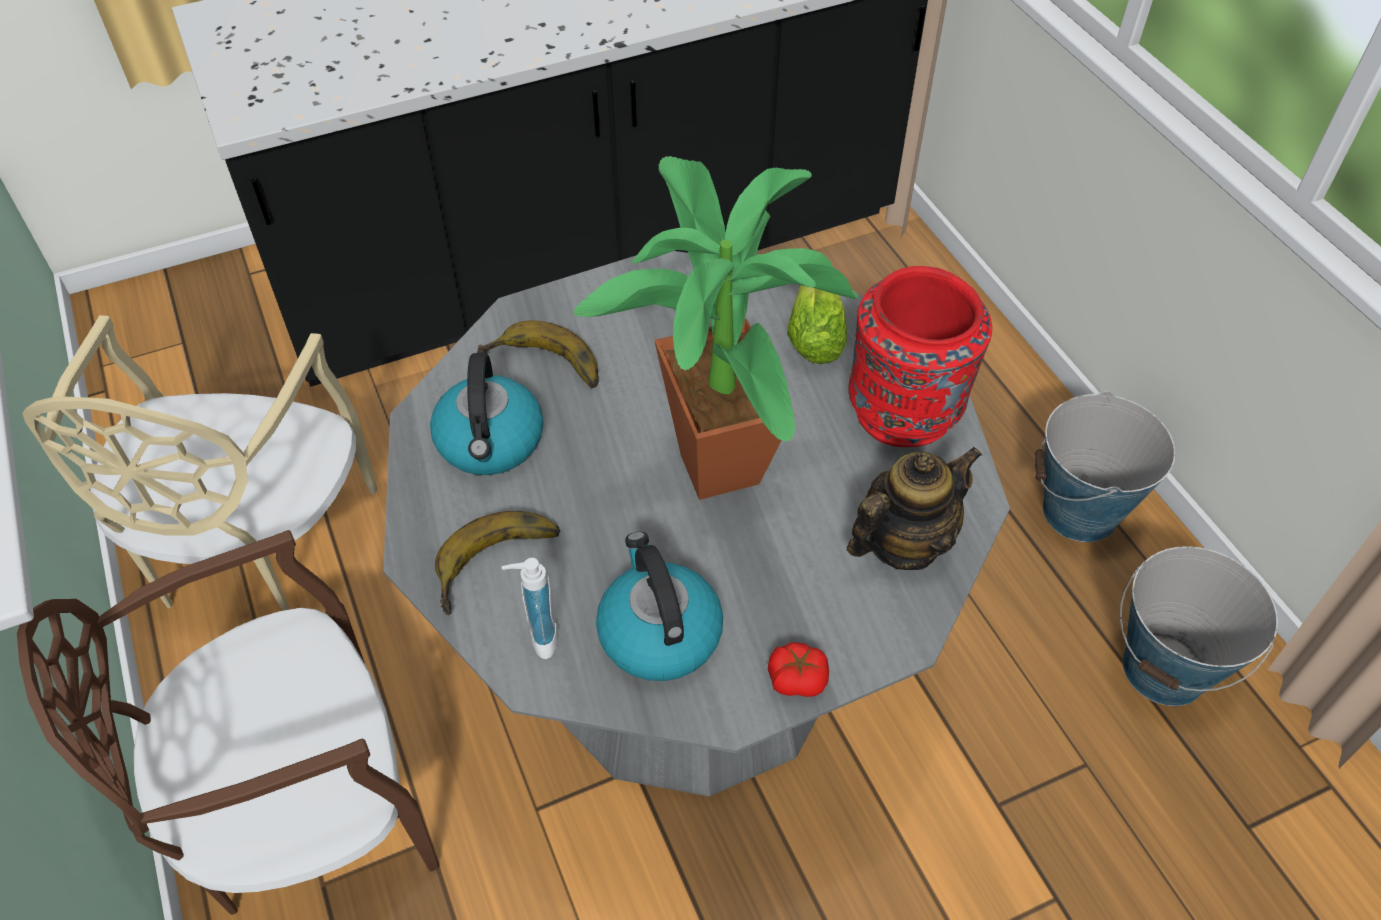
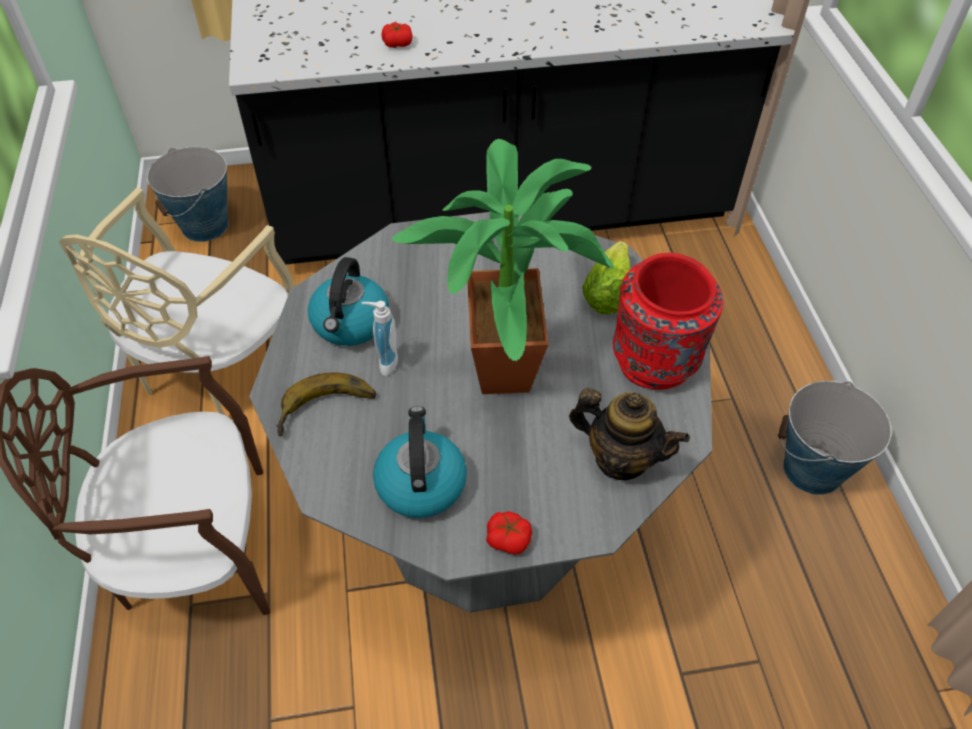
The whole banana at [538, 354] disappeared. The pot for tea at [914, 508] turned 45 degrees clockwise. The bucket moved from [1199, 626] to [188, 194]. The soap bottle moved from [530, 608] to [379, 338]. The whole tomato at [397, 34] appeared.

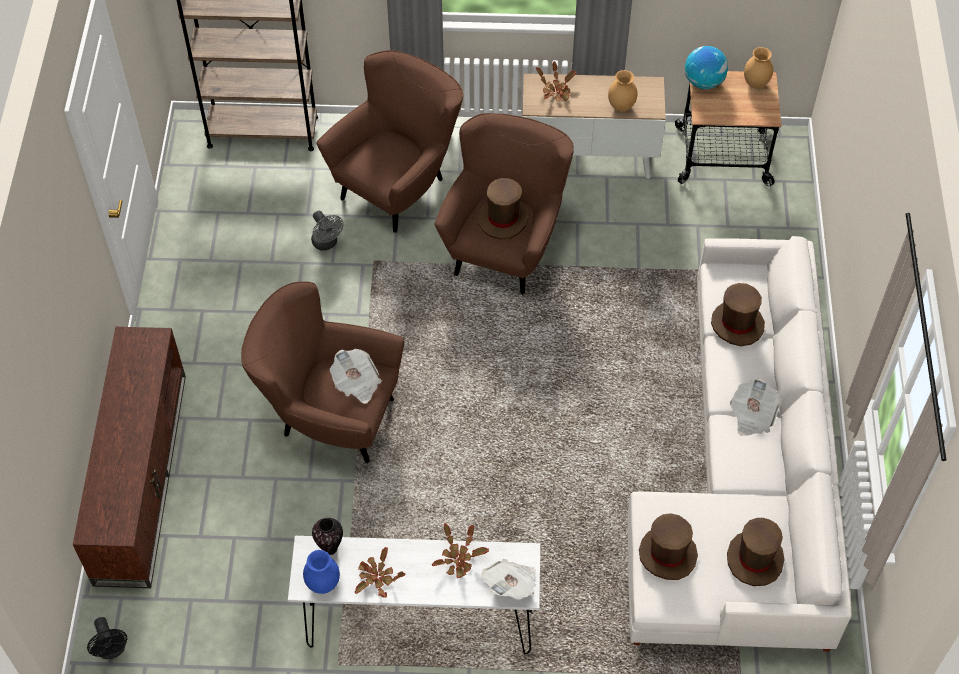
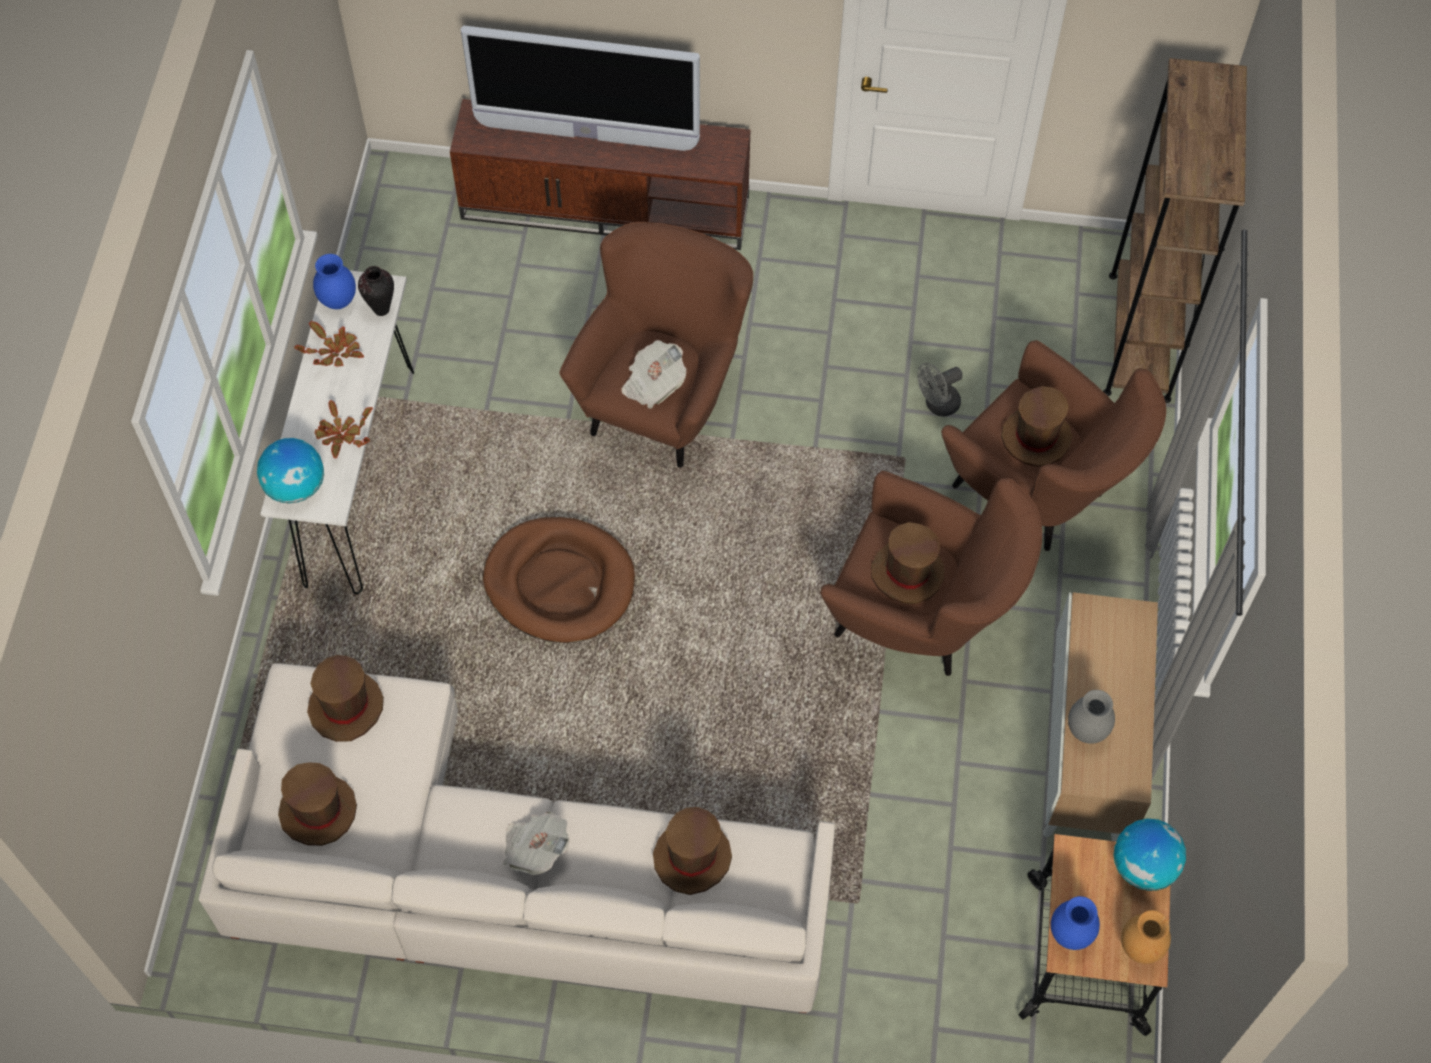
The potted plant at [556, 81] disappeared. The decorative vase in brown at [623, 91] became the decorative vase in grey at [1091, 717]. The newspaper at [509, 579] was replaced by the globe at [290, 470]. The electric fan in black at [107, 638] disappeared. The TV set at [580, 88] appeared. The wearable hat in brown at [1036, 426] appeared. The pet bed in brown at [559, 580] appeared. The decorative vase in blue-coloured at [1075, 923] appeared.

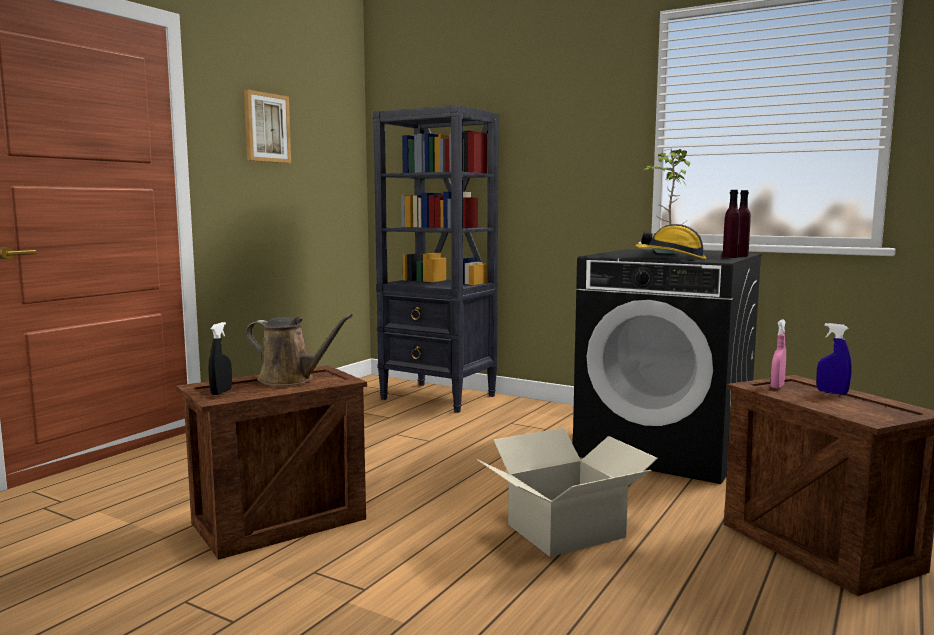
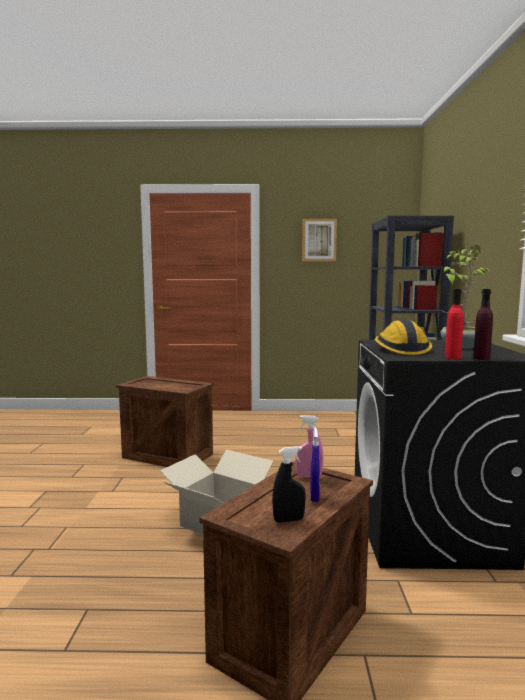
The beverage bottle in purplish at [731, 224] became the beverage bottle in red-coloured at [454, 324]. The watering pot in brown at [299, 350] disappeared. The spray bottle in black moved from [220, 358] to [289, 484].

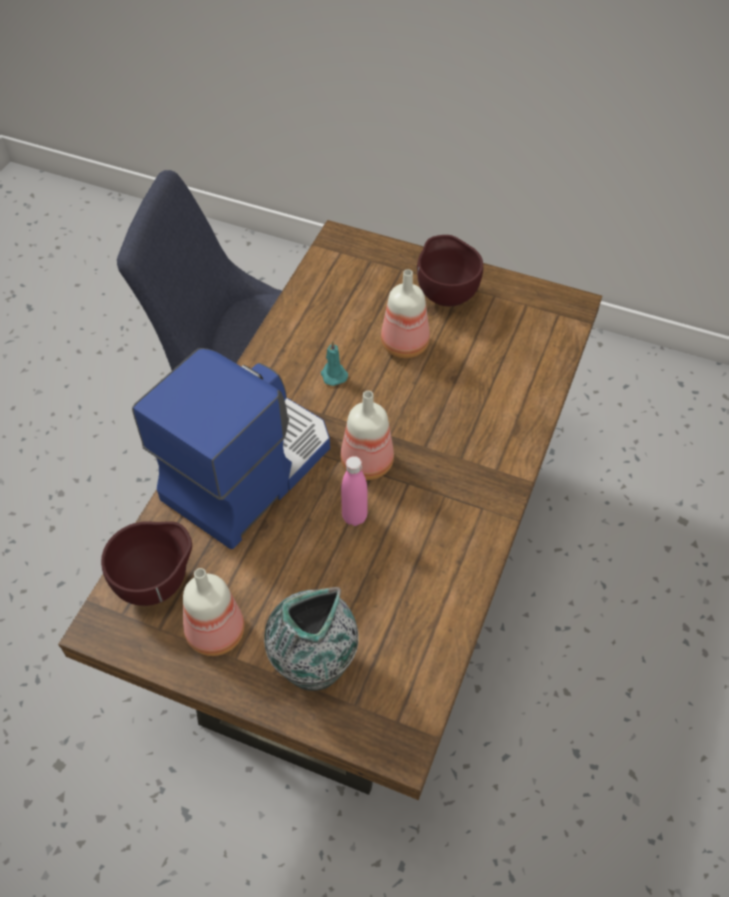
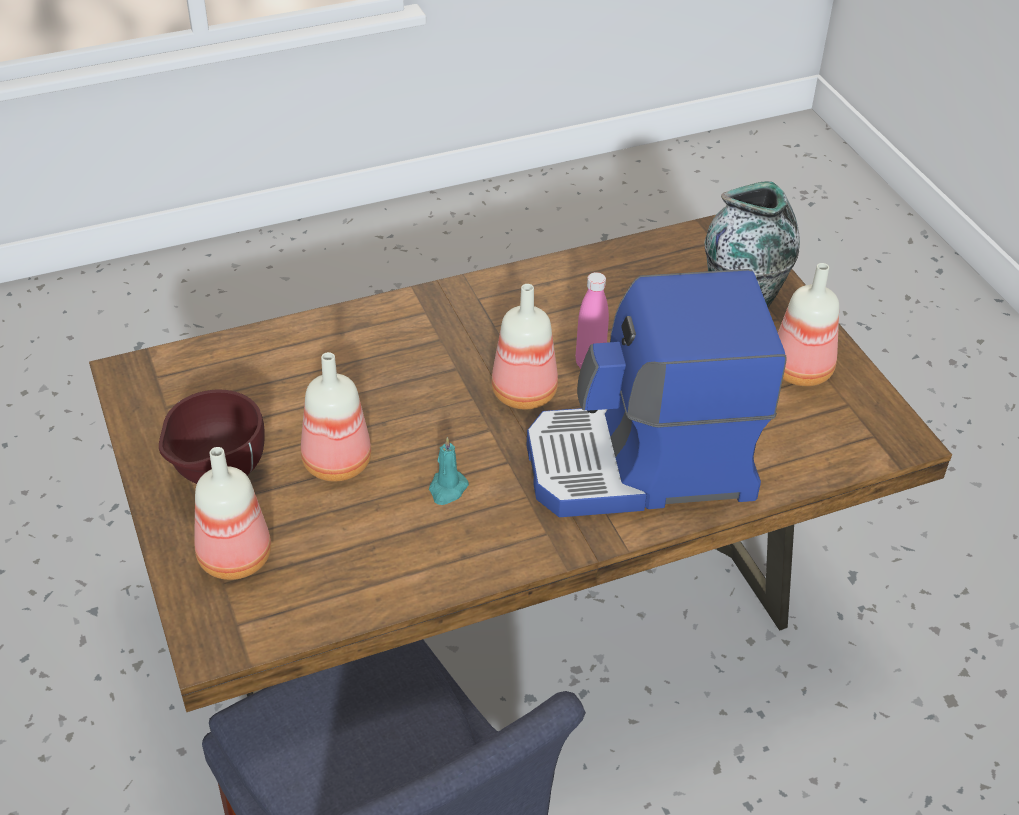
The deep dish in brown at [146, 563] disappeared. The beverage bottle at [232, 513] appeared.

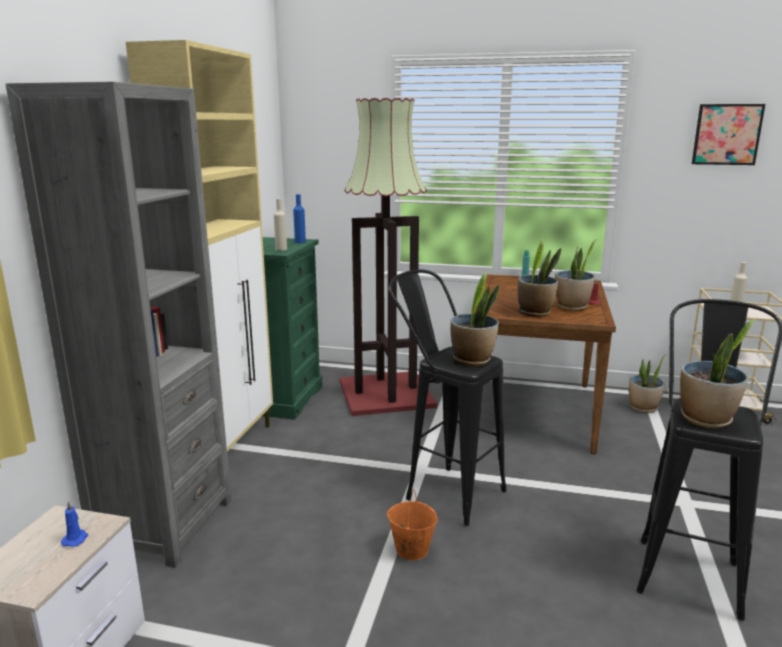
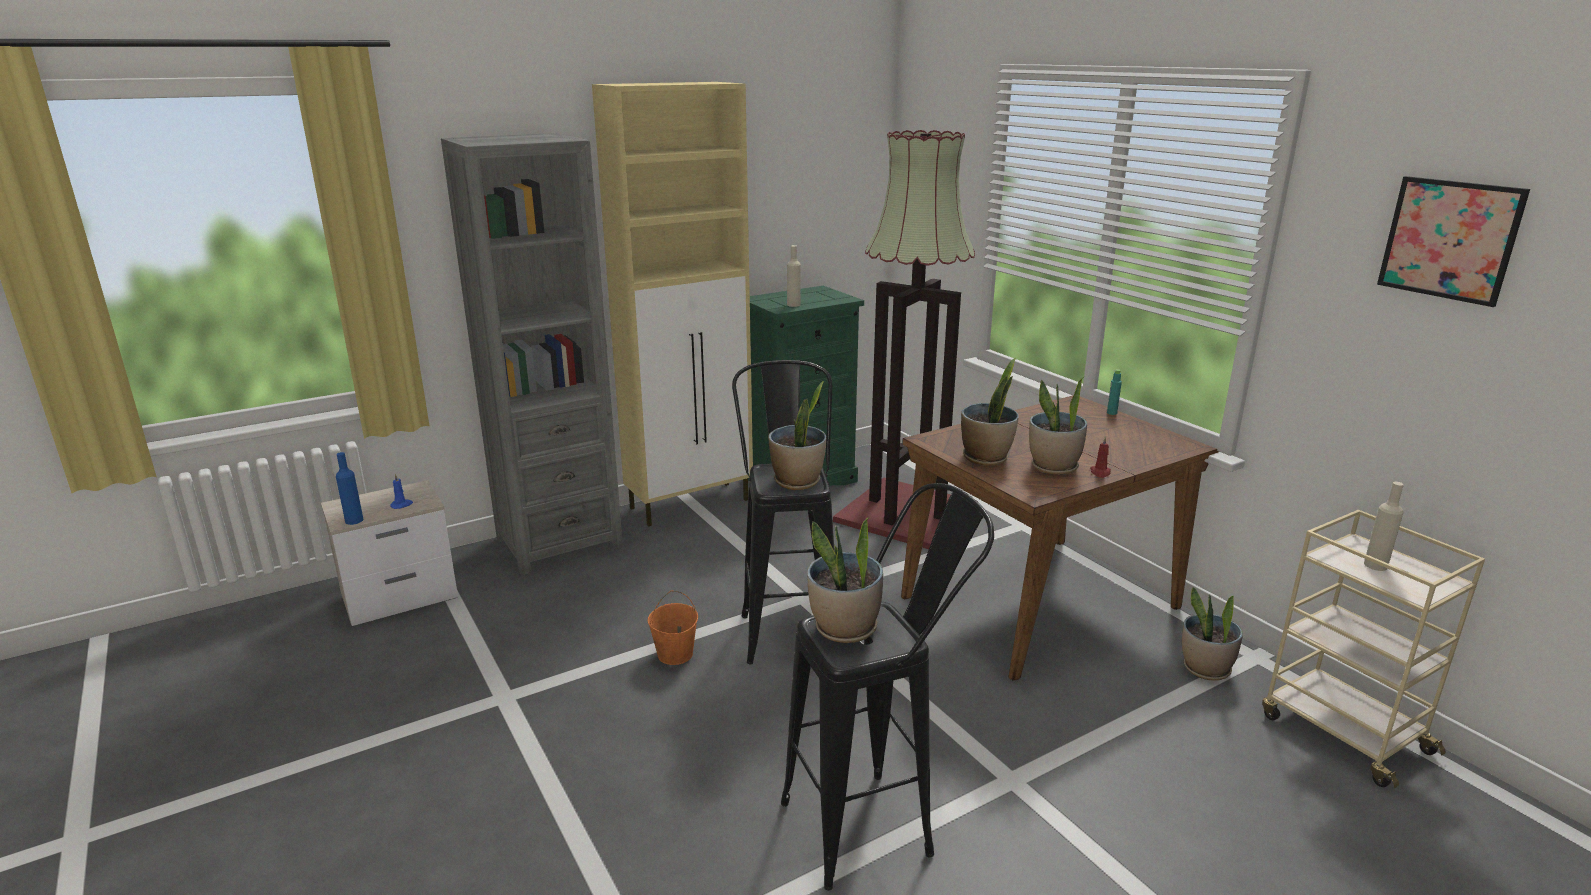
The beverage bottle in blue-coloured moved from [299, 218] to [349, 488].

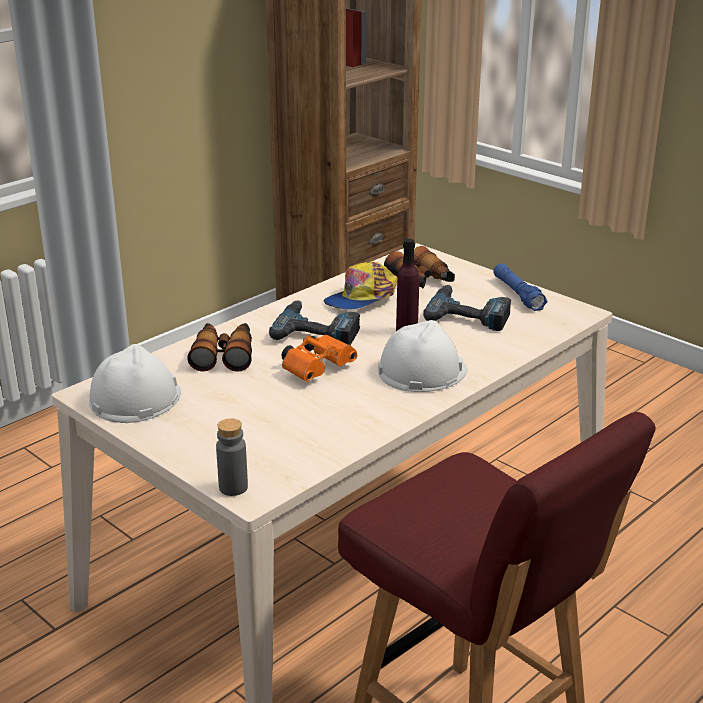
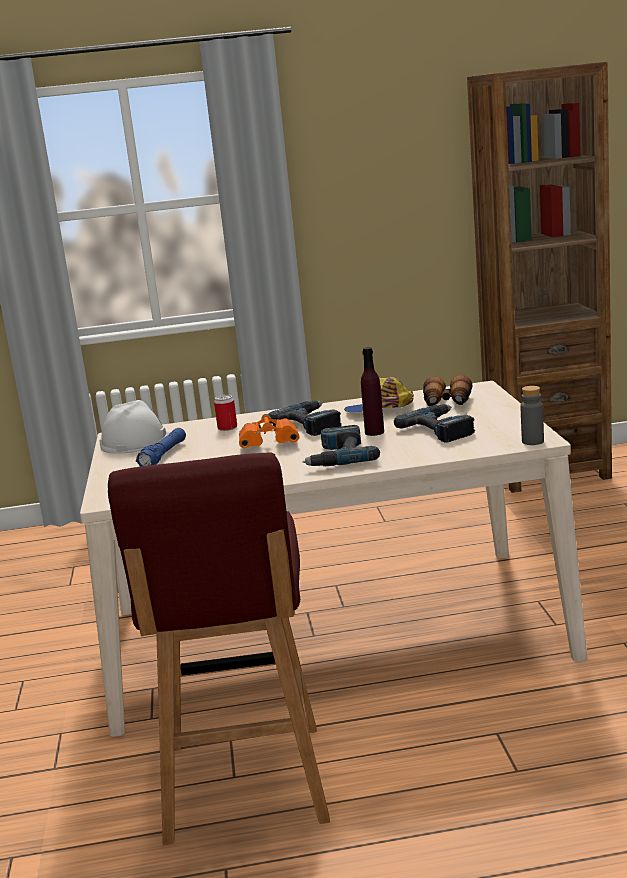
The flashlight in blue-coloured moved from [520, 287] to [161, 447]. The hard hat in whitish at [422, 356] was replaced by the power drill at [341, 445]. The pair of binoculars at [219, 347] was replaced by the can at [225, 413]. The beverage bottle in grey moved from [232, 457] to [532, 415].

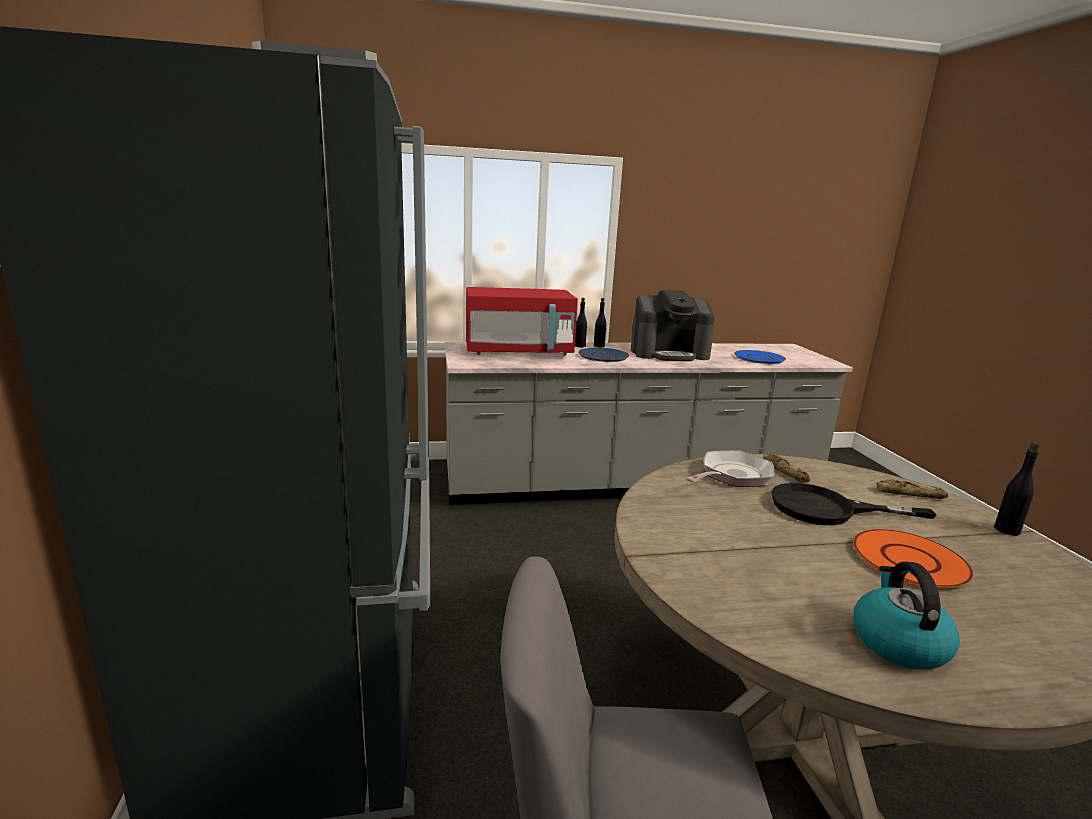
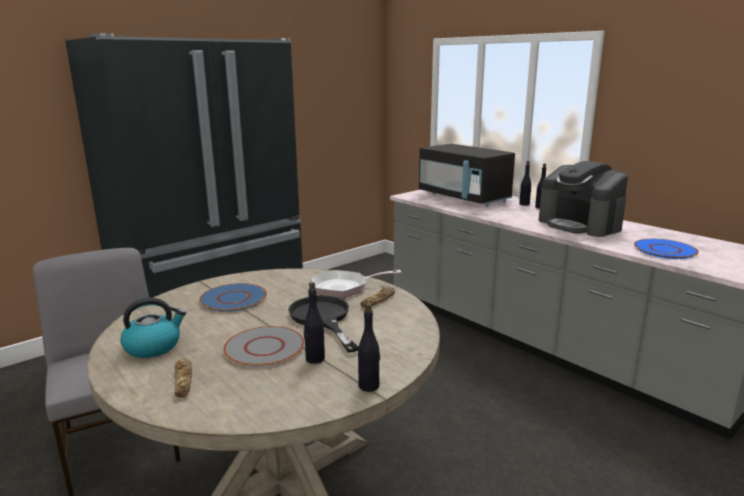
The microwave oven in red-coloured at [522, 321] became the microwave oven in black at [467, 175]. The flat dish in blue-coloured moved from [603, 355] to [233, 297]. The frying pan at [730, 468] turned 150 degrees clockwise. The baked bread moved from [912, 489] to [183, 378]. The flat dish in orange at [913, 559] became the flat dish in grey at [263, 346]. The beverage bottle in black at [314, 323] appeared.

